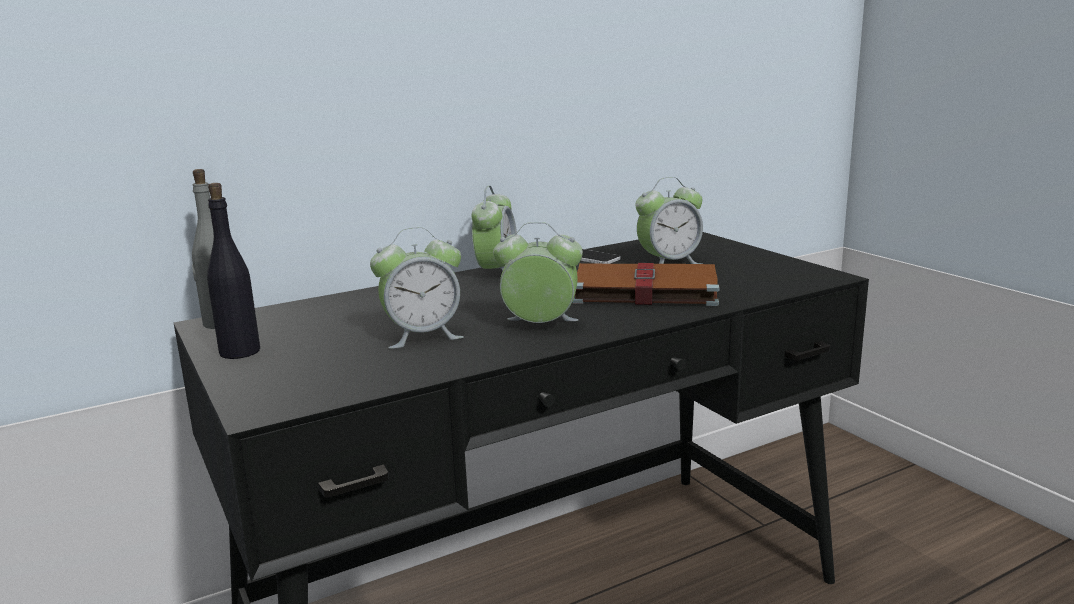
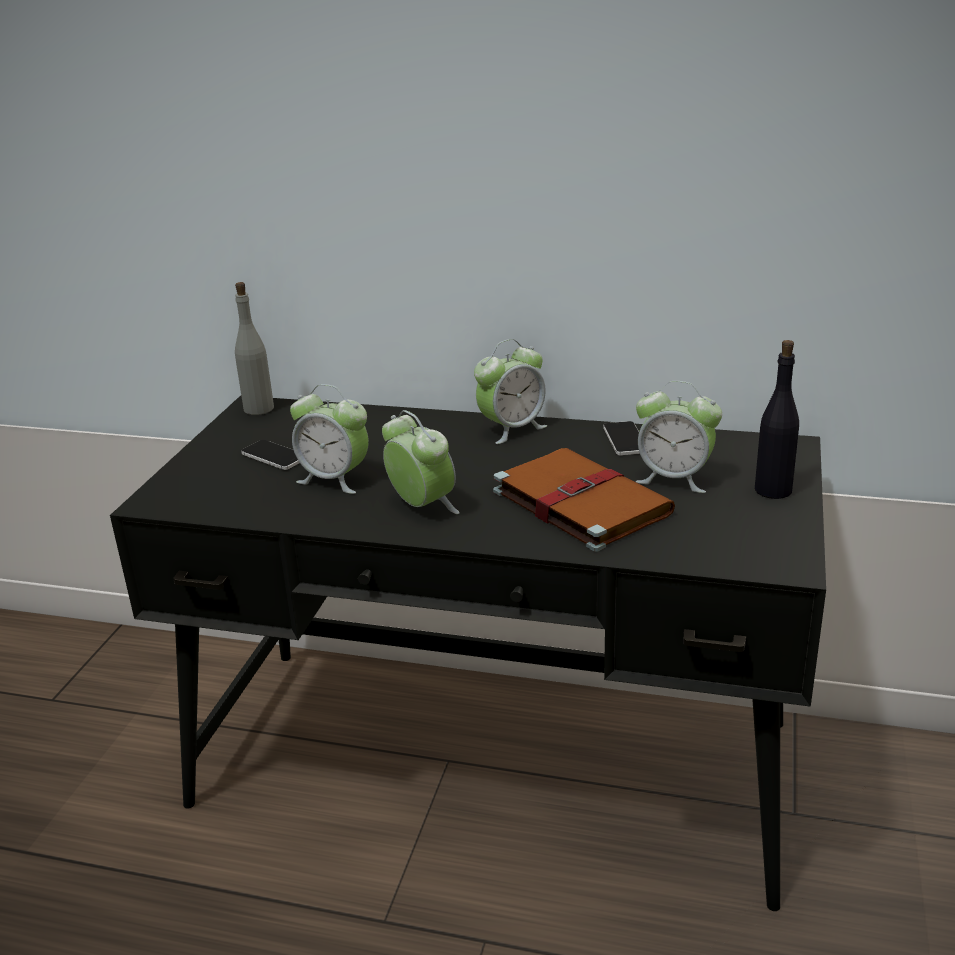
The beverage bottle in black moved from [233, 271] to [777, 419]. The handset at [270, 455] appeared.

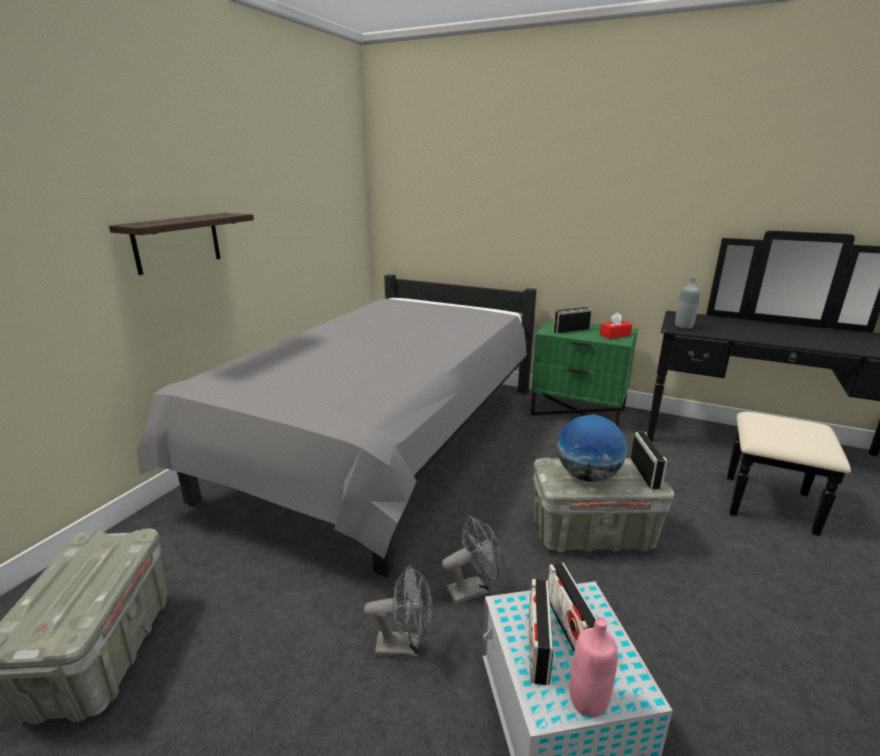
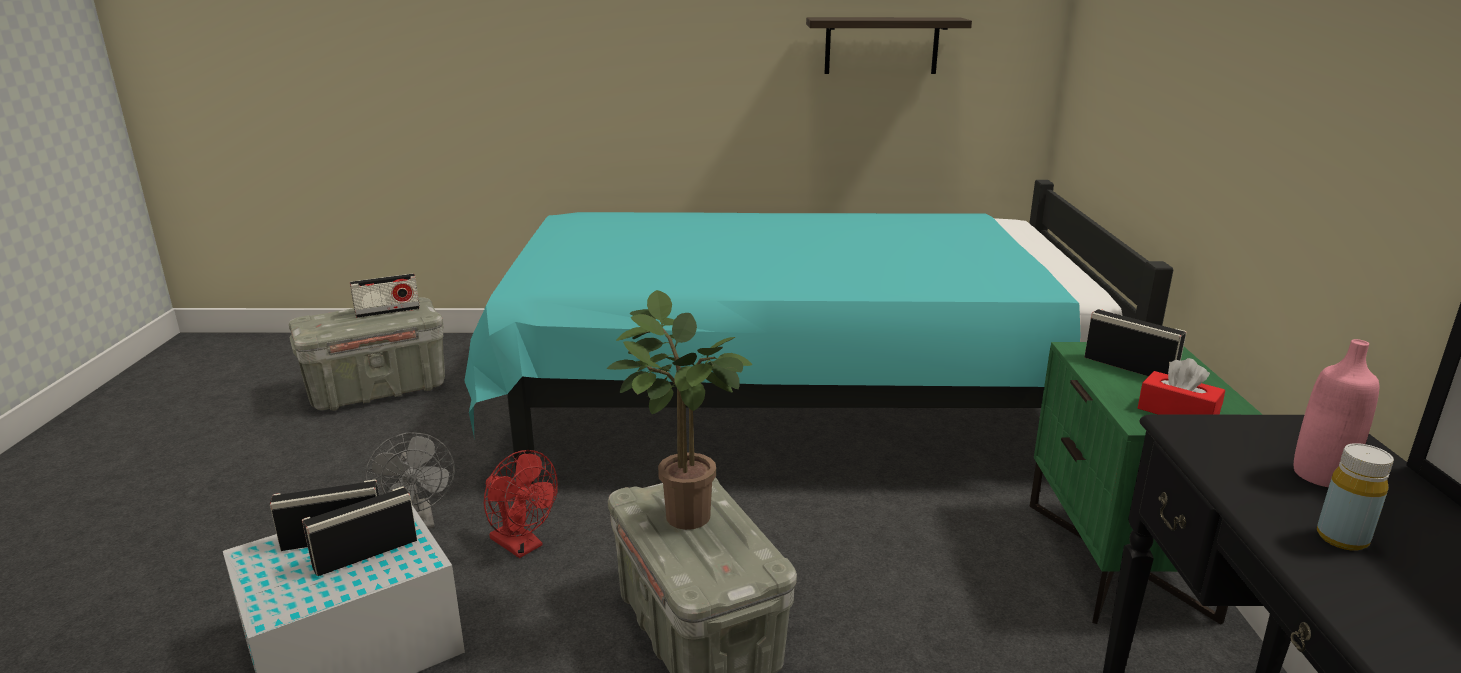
The bracket shelf moved from [181, 244] to [889, 45]. The bed in grey at [336, 425] became the bed in turquoise-coloured at [818, 332]. The beverage bottle in grey at [687, 303] disappeared. The globe at [592, 448] was replaced by the potted plant at [680, 410]. The radio receiver moved from [649, 460] to [385, 295]. The electric fan in grey at [472, 560] became the electric fan in red-coloured at [521, 504]. The beverage bottle in pink-coloured moved from [594, 667] to [1336, 413]. The beverage bottle in yellow-coloured at [1355, 497] appeared.

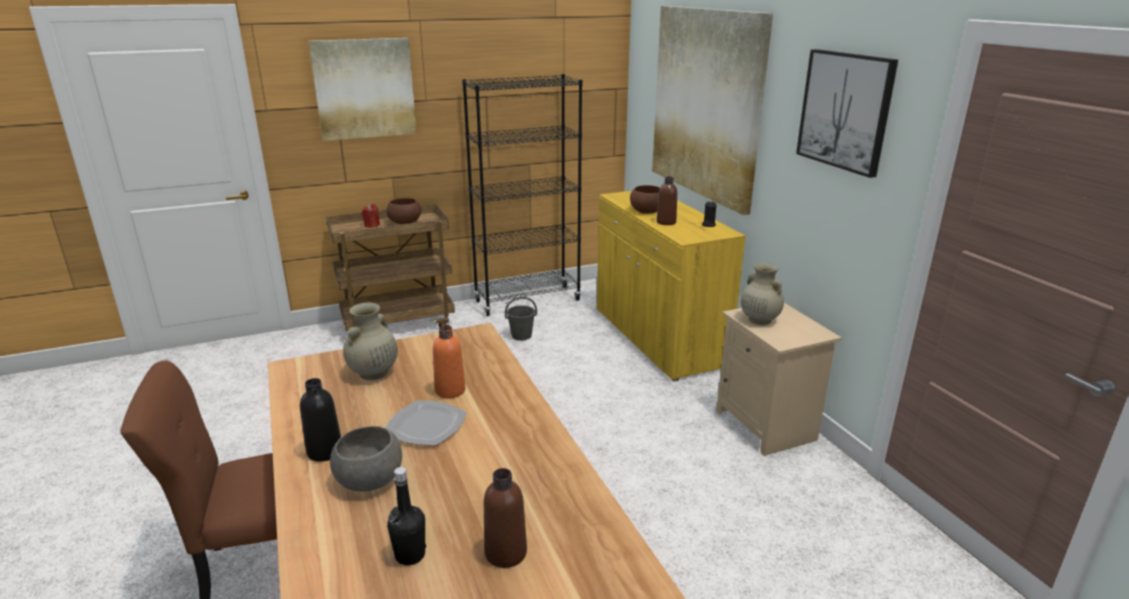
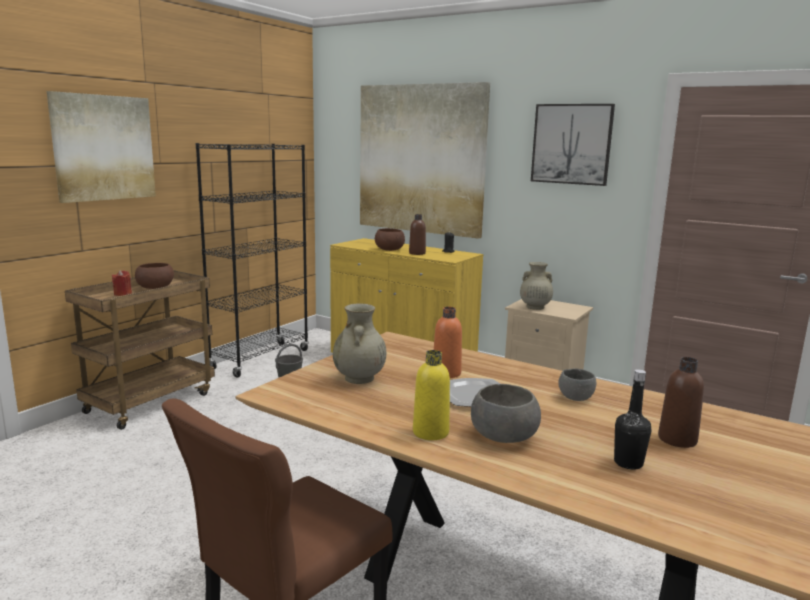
The beverage bottle in black at [320, 420] became the beverage bottle in yellow-coloured at [431, 395]. The deep dish in grey at [577, 385] appeared.

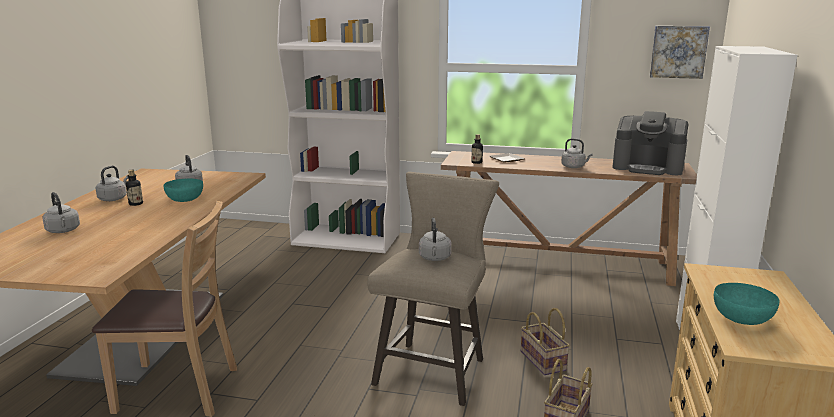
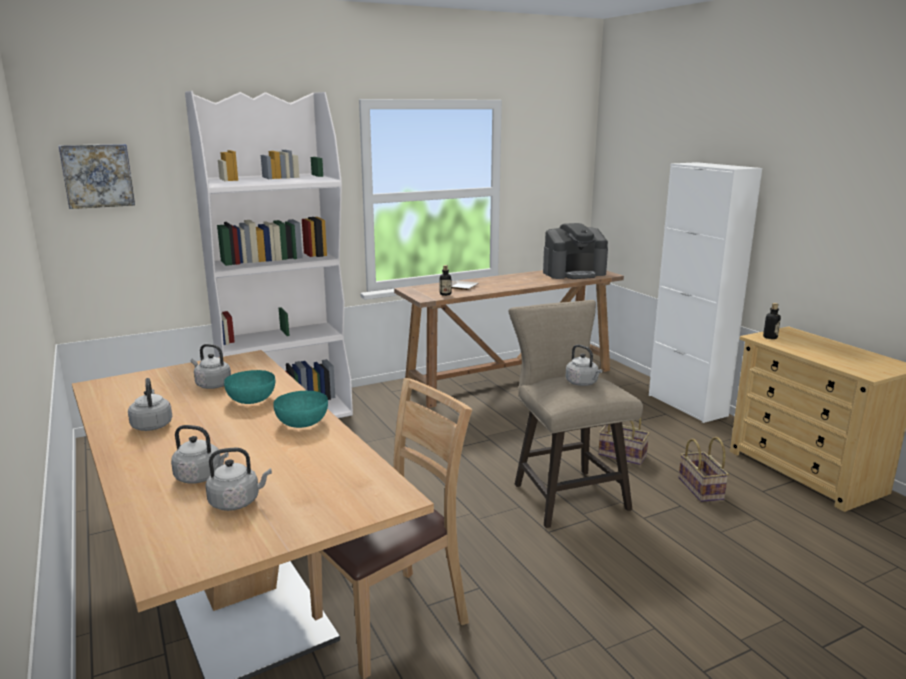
The picture moved from [679, 52] to [97, 176]. The kettle in grey moved from [577, 153] to [238, 479]. The beverage bottle moved from [134, 188] to [772, 321]. The deep dish in turquoise-coloured moved from [747, 304] to [300, 409].

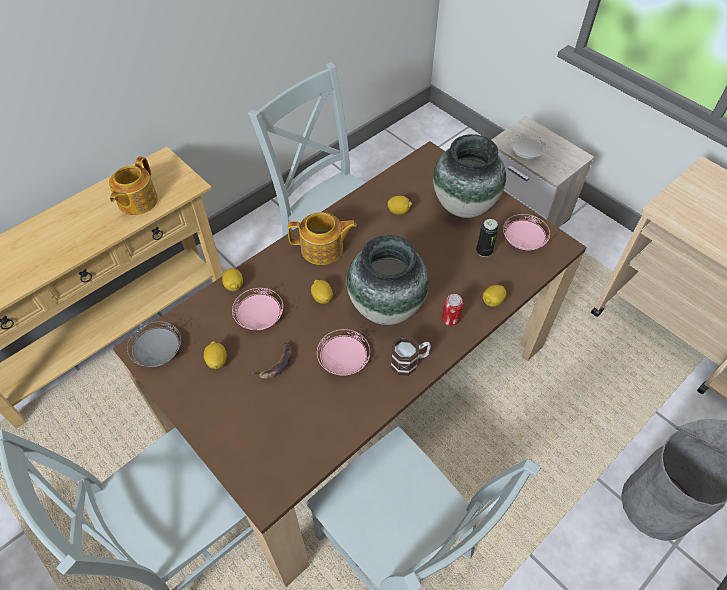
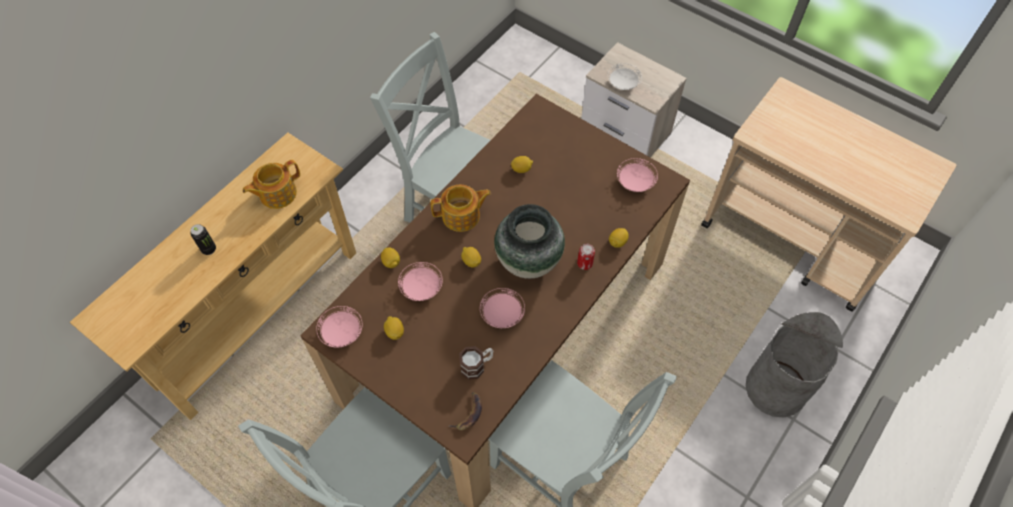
The decorative vase at [469, 176] disappeared. The pot for tea at [133, 185] turned 45 degrees clockwise. The can moved from [487, 238] to [203, 239]. The flat dish in grey at [154, 344] became the flat dish in pink-coloured at [339, 327]. The mug moved from [410, 356] to [476, 363]. The whole banana moved from [271, 361] to [465, 411].

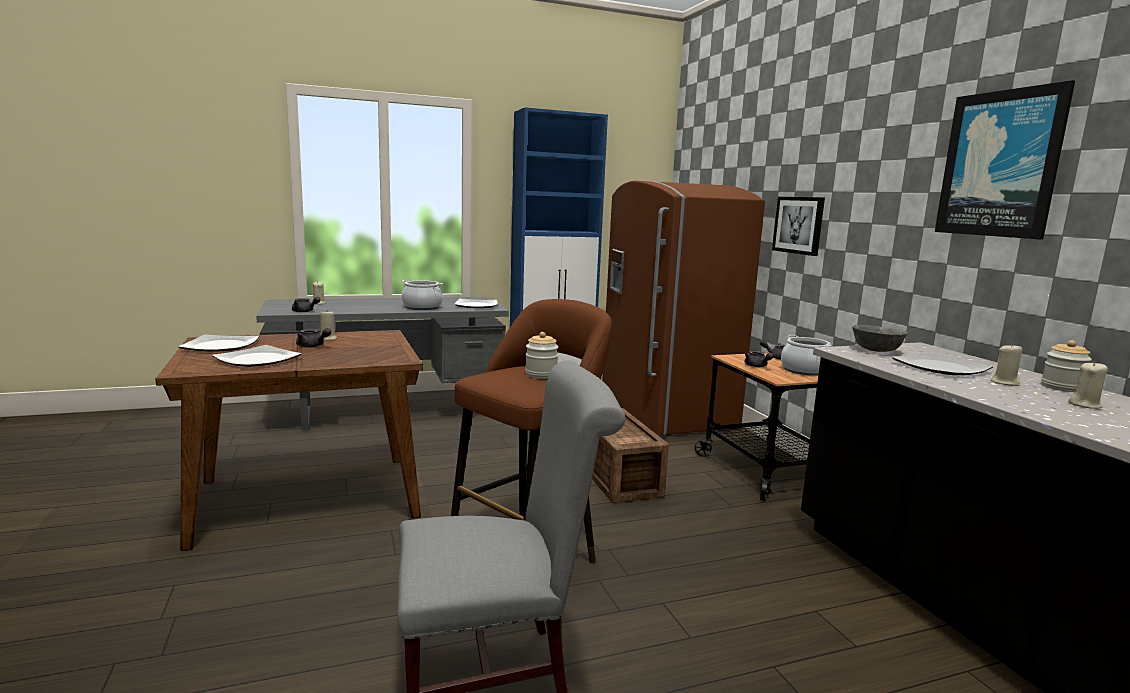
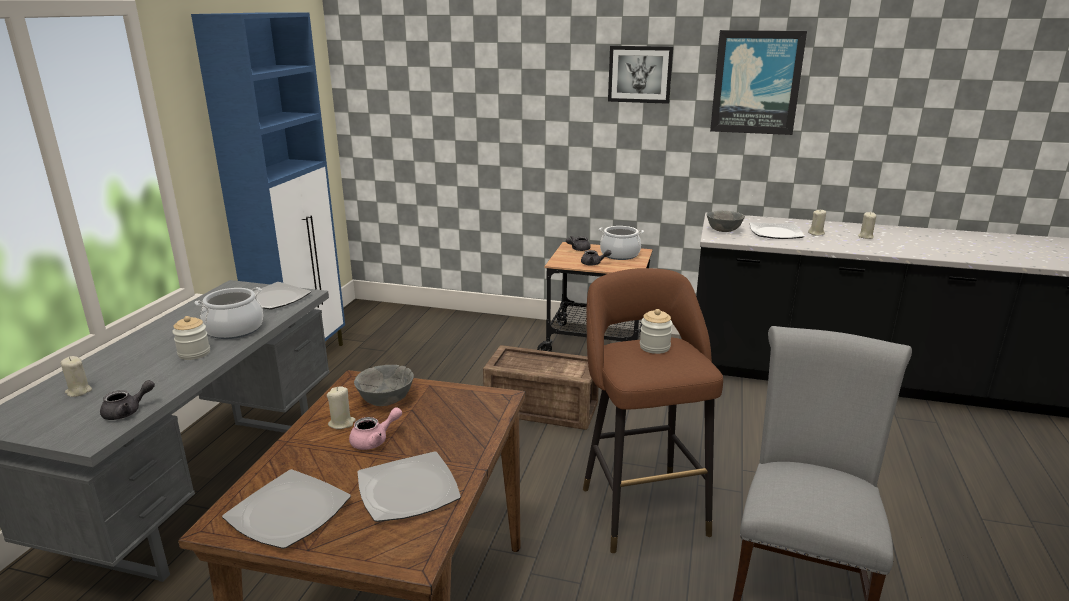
The fridge in brown at [683, 308] disappeared. The picture moved from [798, 226] to [640, 75]. The pot for tea in grey at [314, 338] became the pot for tea in pink-coloured at [375, 428]. The jar moved from [1066, 366] to [191, 338]. The deep dish in grey at [384, 385] appeared.

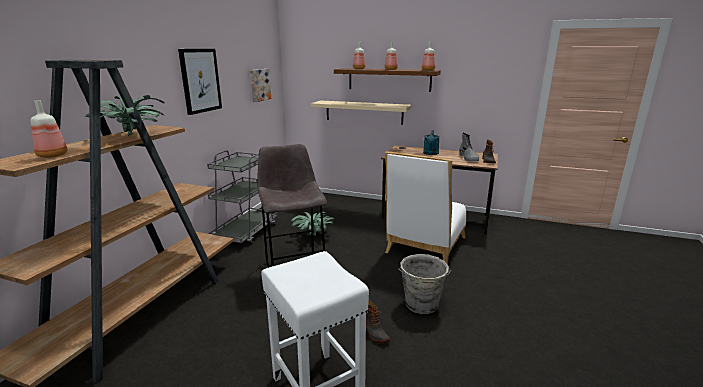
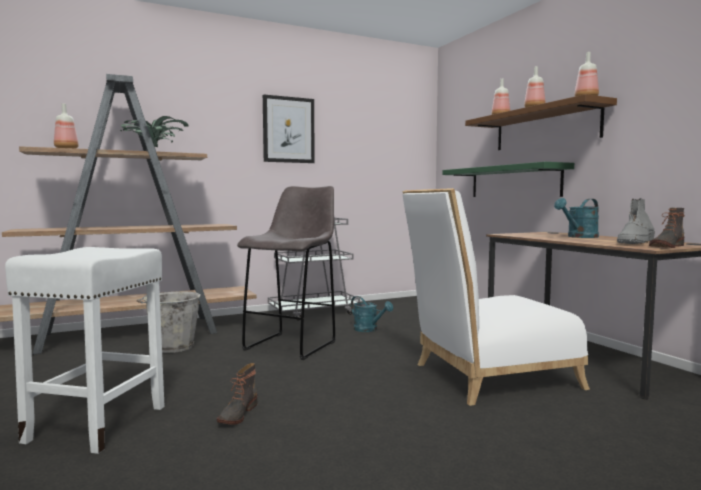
The picture at [260, 85] disappeared. The bracket shelf in beige-coloured at [361, 112] became the bracket shelf in greenish at [508, 179]. The potted plant at [312, 224] was replaced by the watering pot in turquoise-coloured at [372, 314]. The bucket in grey moved from [425, 284] to [168, 322].

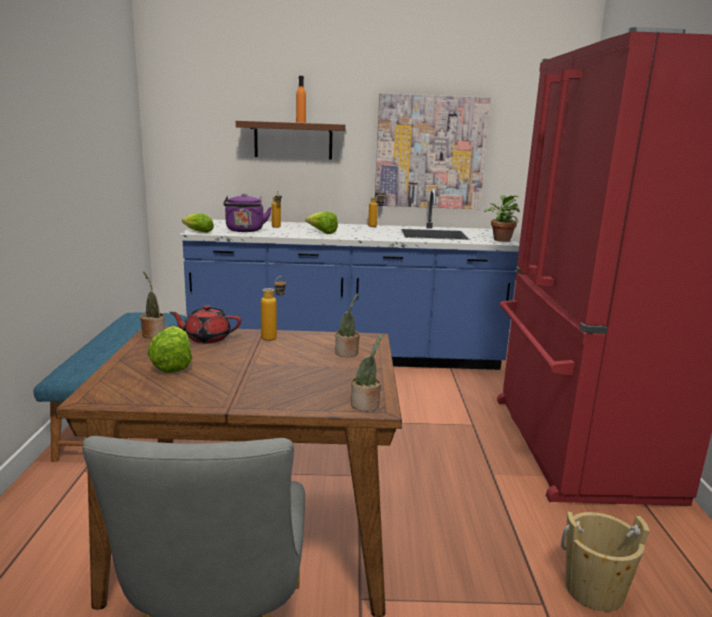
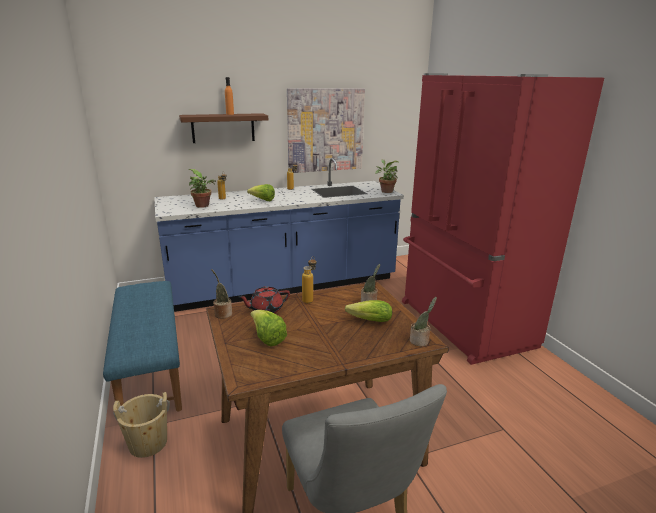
The kettle in purplish at [247, 213] was replaced by the potted plant at [202, 188]. The head of lettuce moved from [198, 223] to [368, 311]. The bucket in beige-coloured moved from [605, 562] to [141, 425].

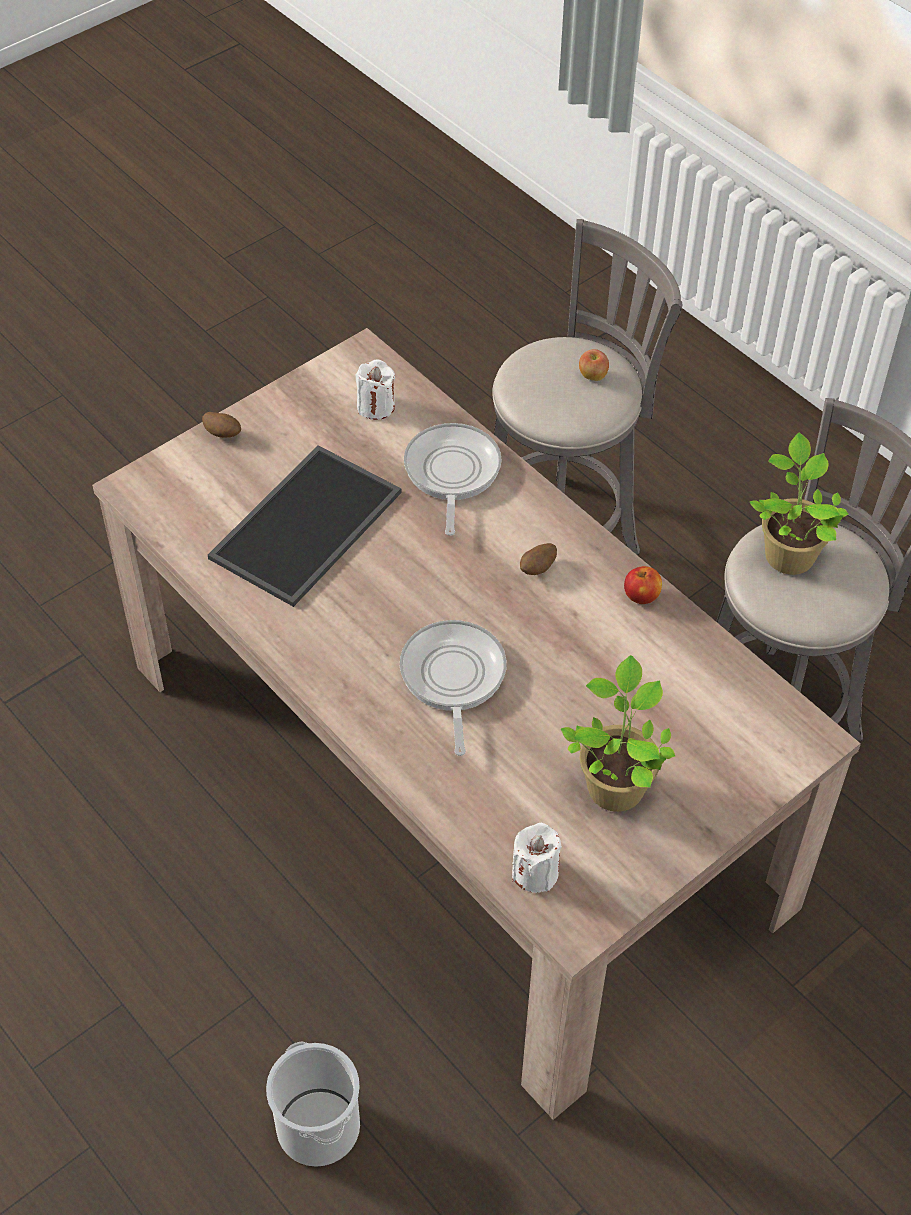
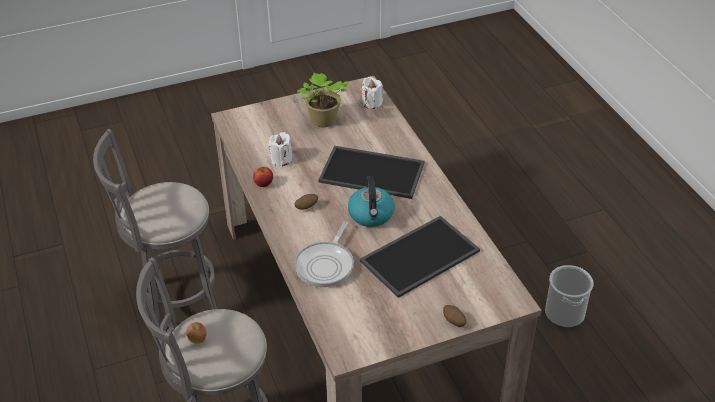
The wax candle in whitish moved from [375, 389] to [280, 149]. The potted plant at [799, 504] disappeared. The frying pan at [453, 688] was replaced by the serving tray at [371, 172]. The bucket moved from [313, 1104] to [569, 296]. The kettle at [371, 201] appeared.

